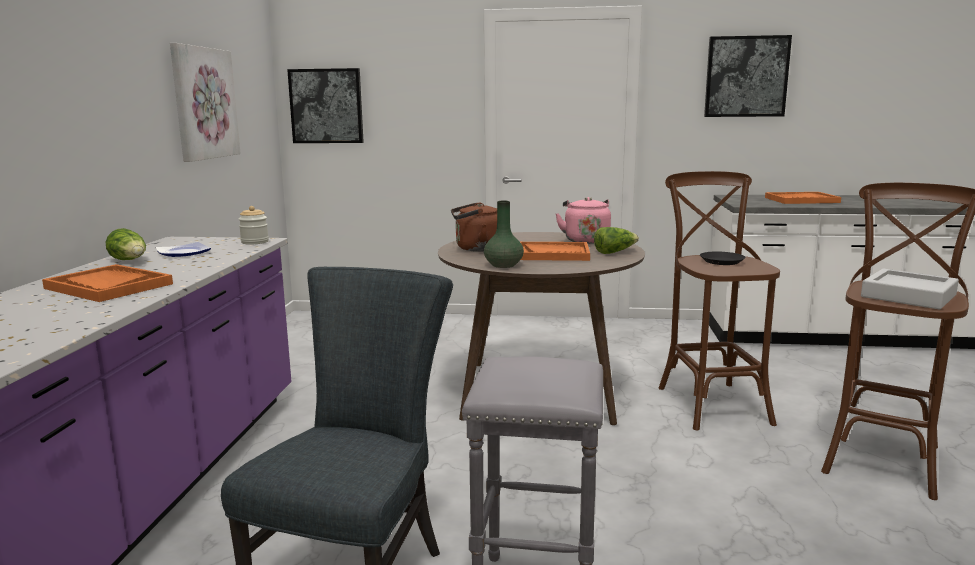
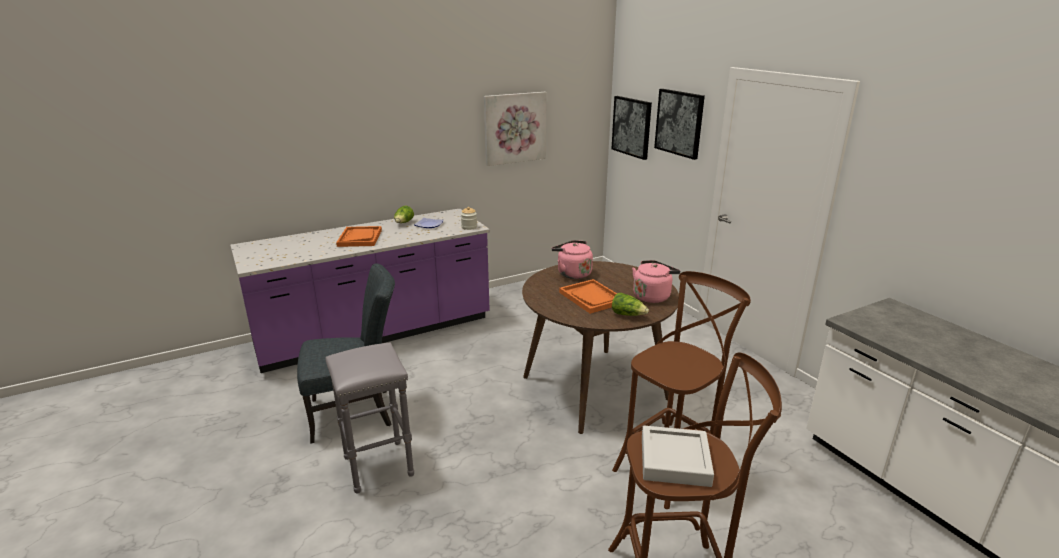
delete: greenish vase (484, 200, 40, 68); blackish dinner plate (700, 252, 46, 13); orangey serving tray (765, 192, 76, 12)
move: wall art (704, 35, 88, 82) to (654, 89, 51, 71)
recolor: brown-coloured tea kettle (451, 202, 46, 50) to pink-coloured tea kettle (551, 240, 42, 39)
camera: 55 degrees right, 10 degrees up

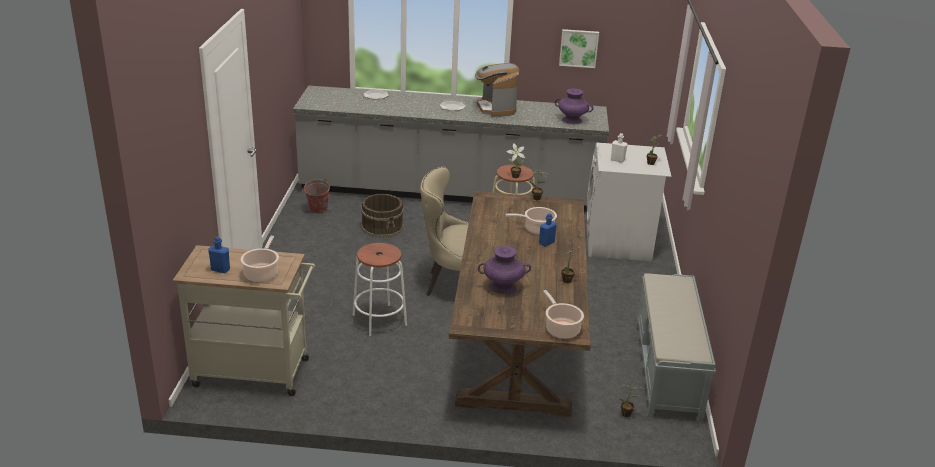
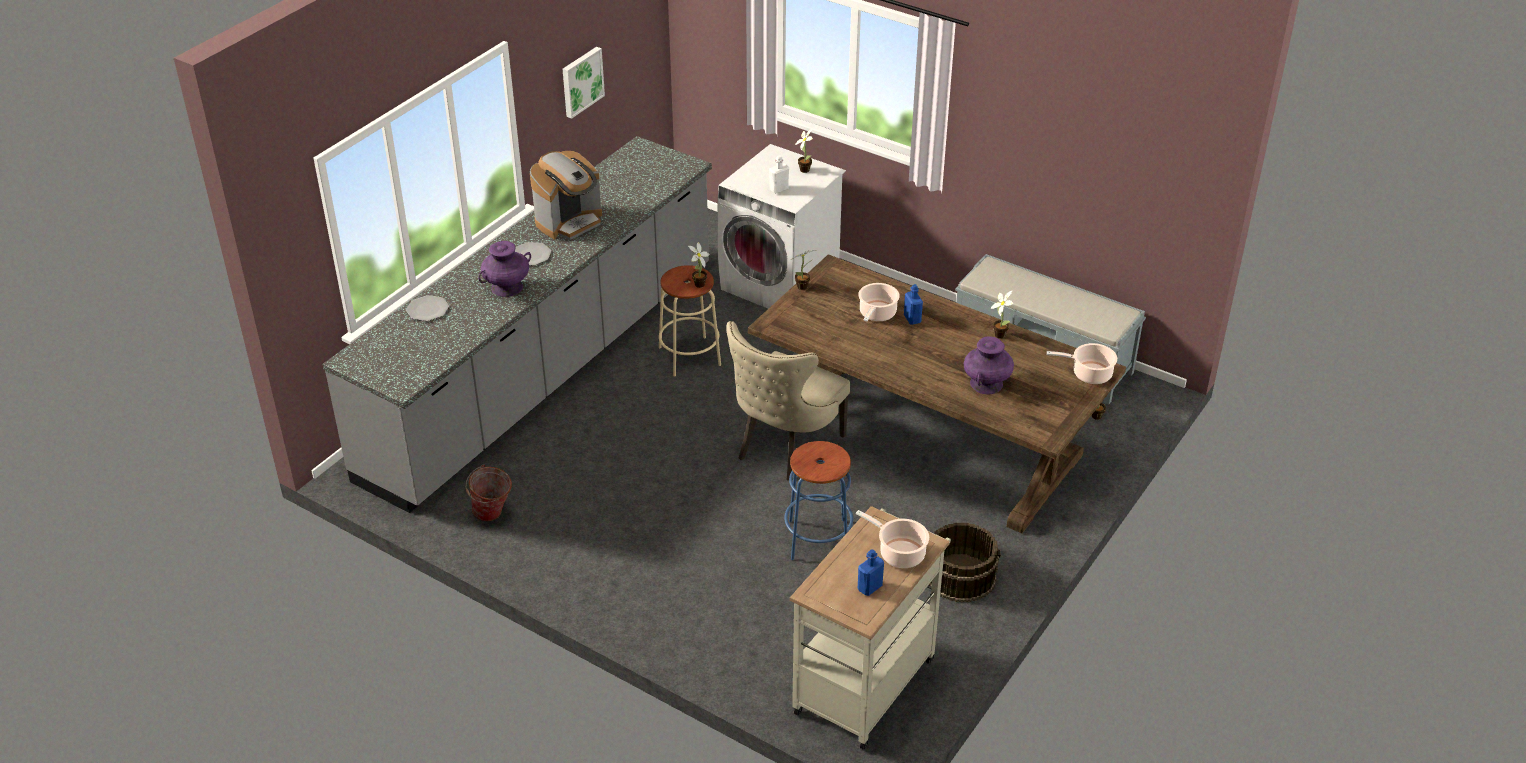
move: brown-coloured bucket (361, 194, 43, 43) to (928, 523, 73, 79); purple vase (555, 89, 38, 35) to (478, 241, 53, 56)
recolor: white-coloured stool seat (353, 243, 54, 93) to bluish stool seat (784, 441, 69, 119)
rotate: coffee brewer (475, 63, 44, 54) = (530, 151, 72, 89) 60 degrees counterclockwise
camera: 60 degrees left, 10 degrees up

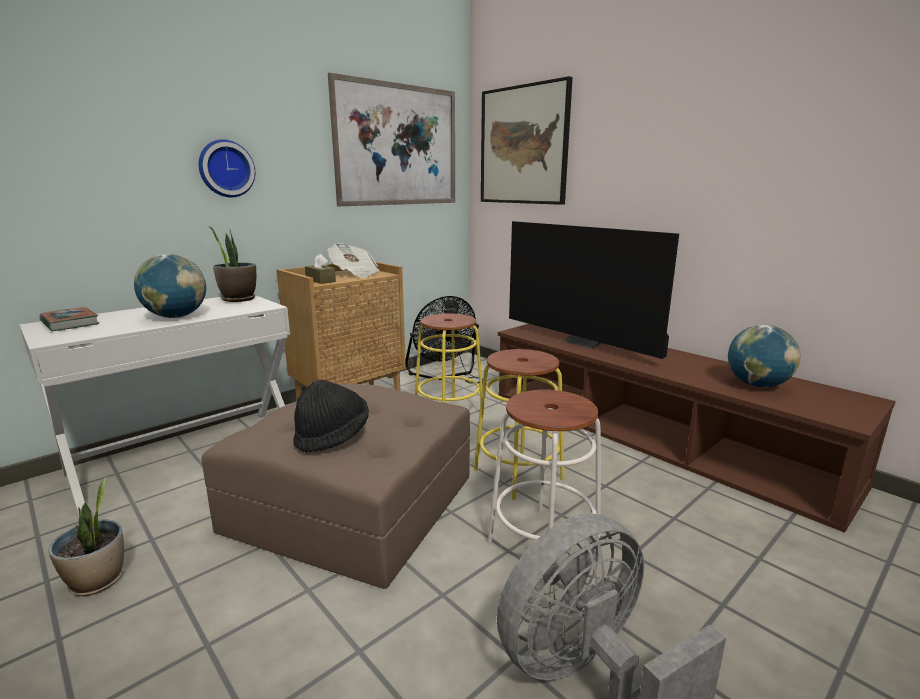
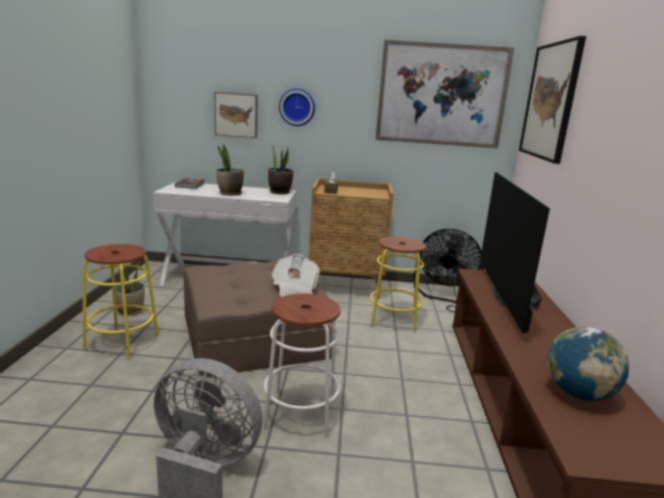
delete: blackish hat (293, 379, 76, 74)
insert: wall art (215, 92, 43, 46)
move: newspaper (327, 243, 53, 35) to (271, 254, 49, 43); yellowish stool seat (474, 349, 90, 151) to (83, 244, 76, 115)
replace: globe (134, 254, 72, 64) to potted plant (216, 144, 28, 51)
camera: 45 degrees right, 0 degrees up

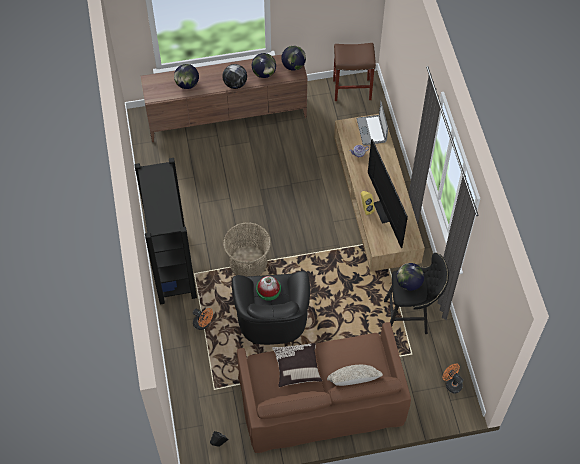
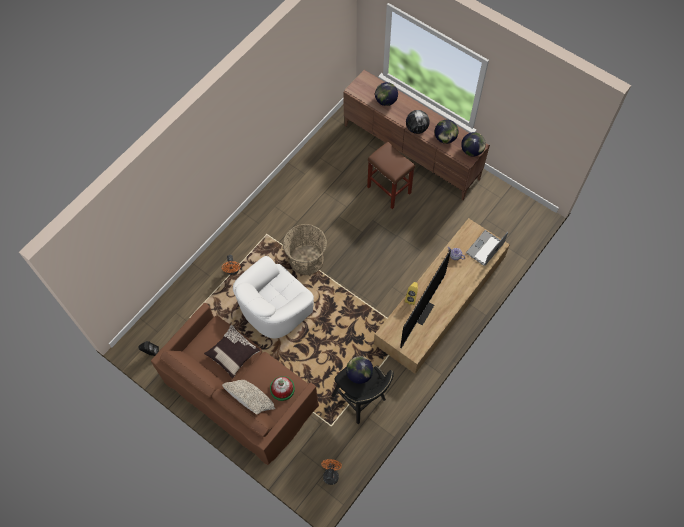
delete: blackish shelving unit (134, 158, 63, 146)
move: hat (256, 276, 25, 25) to (270, 376, 25, 25); brown-coloured stool seat (333, 43, 43, 58) to (367, 142, 48, 67)
recolor: blackish armchair (232, 271, 78, 74) to white-coloured armchair (233, 256, 81, 83)
camera: 50 degrees right, 5 degrees up

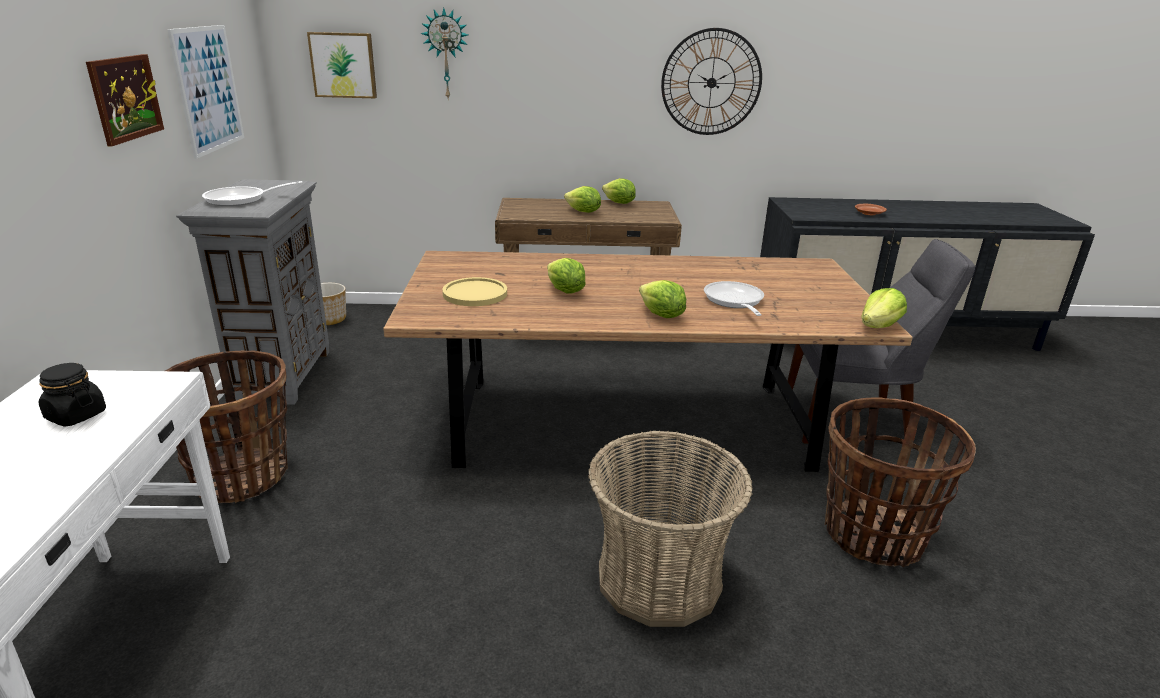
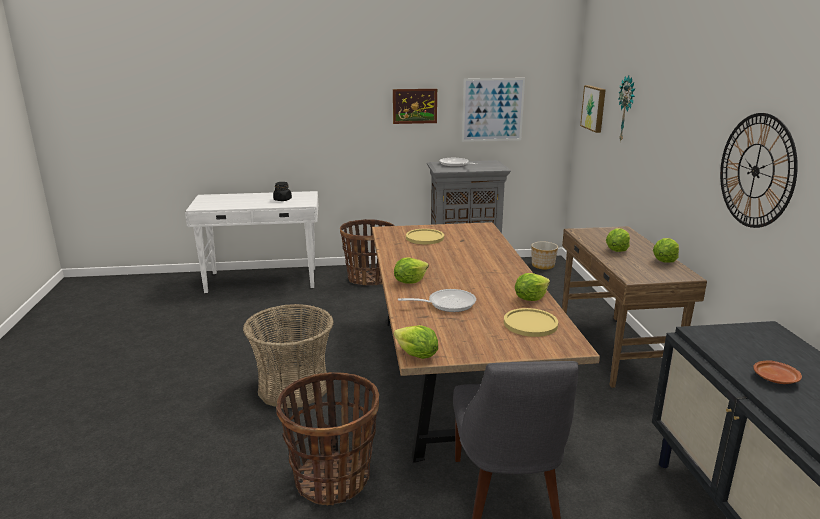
insert: yellowish dinner plate (504, 308, 54, 29)
move: lettuce (547, 258, 39, 35) to (515, 273, 35, 28)
camera: 85 degrees right, 5 degrees down

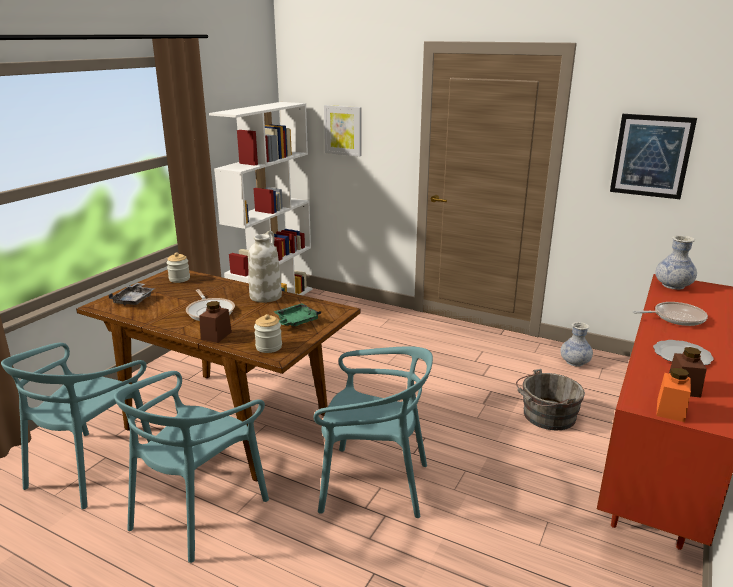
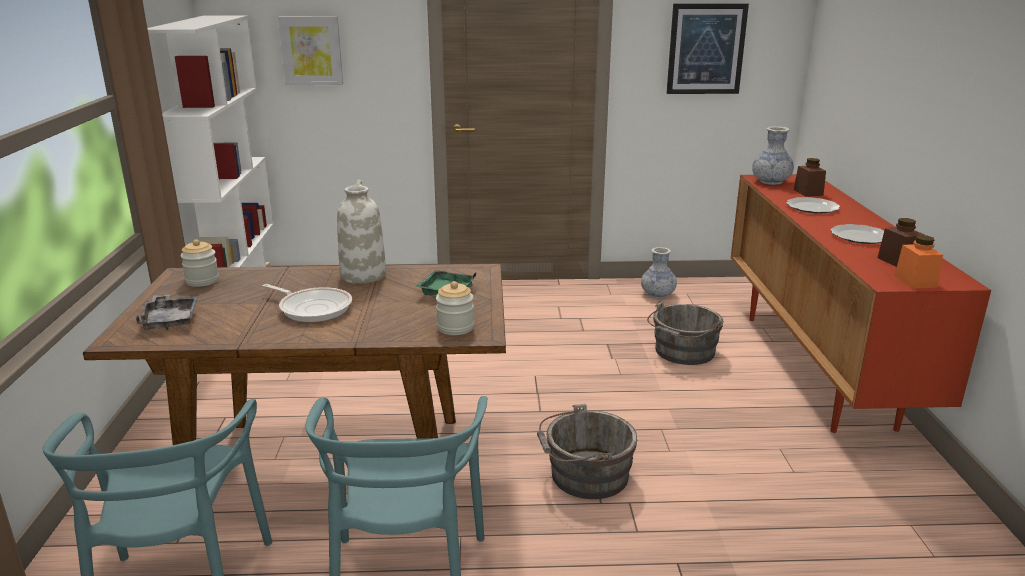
move: brown-coloured jar (199, 301, 33, 42) to (794, 158, 32, 39)
replace: blue-green upright chair (314, 346, 119, 172) to grey bucket (537, 404, 100, 95); skillet (632, 302, 76, 24) to dinner plate (786, 197, 54, 16)
camera: 30 degrees left, 0 degrees up

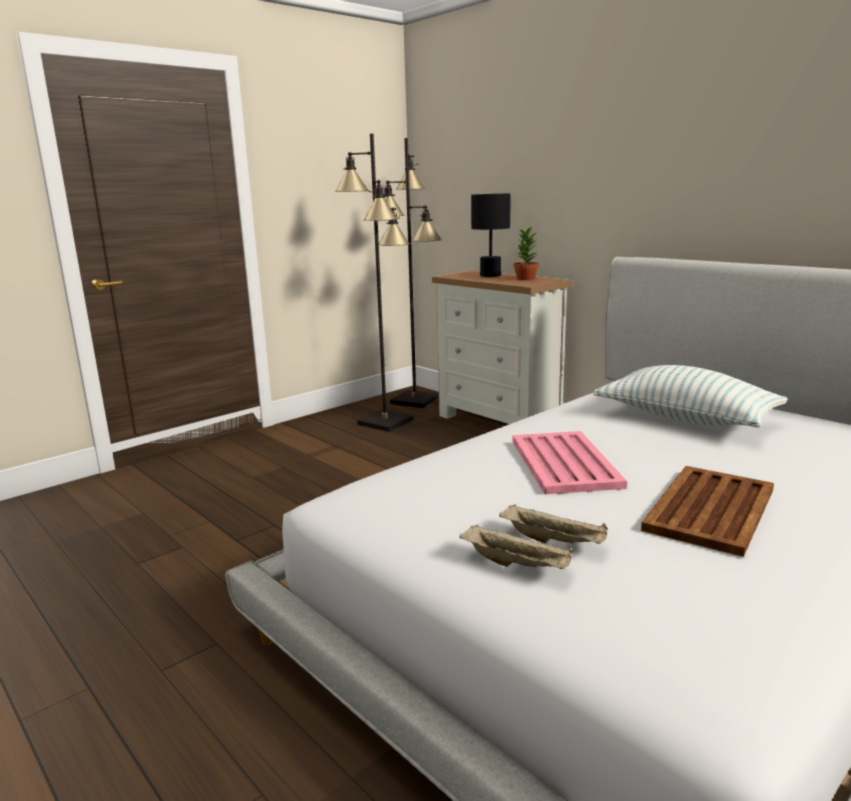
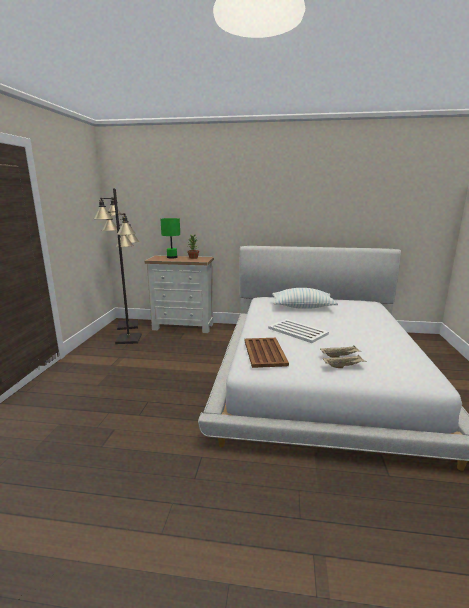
move: brown-coloured serving tray (641, 466, 133, 91) to (245, 338, 44, 30)
recolor: blackish table lamp (471, 194, 39, 83) to greenish table lamp (161, 218, 19, 41); pink-coloured serving tray (512, 431, 115, 63) to white-coloured serving tray (268, 319, 61, 24)
camera: 40 degrees left, 0 degrees up

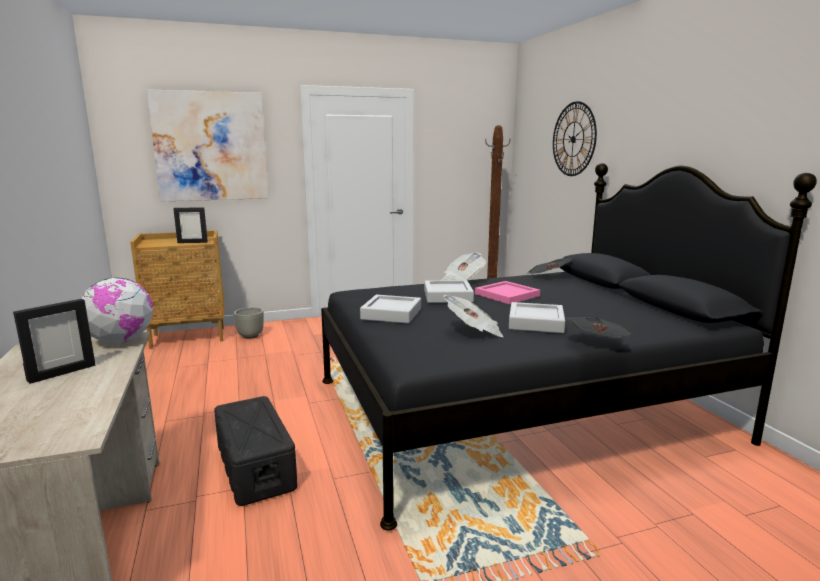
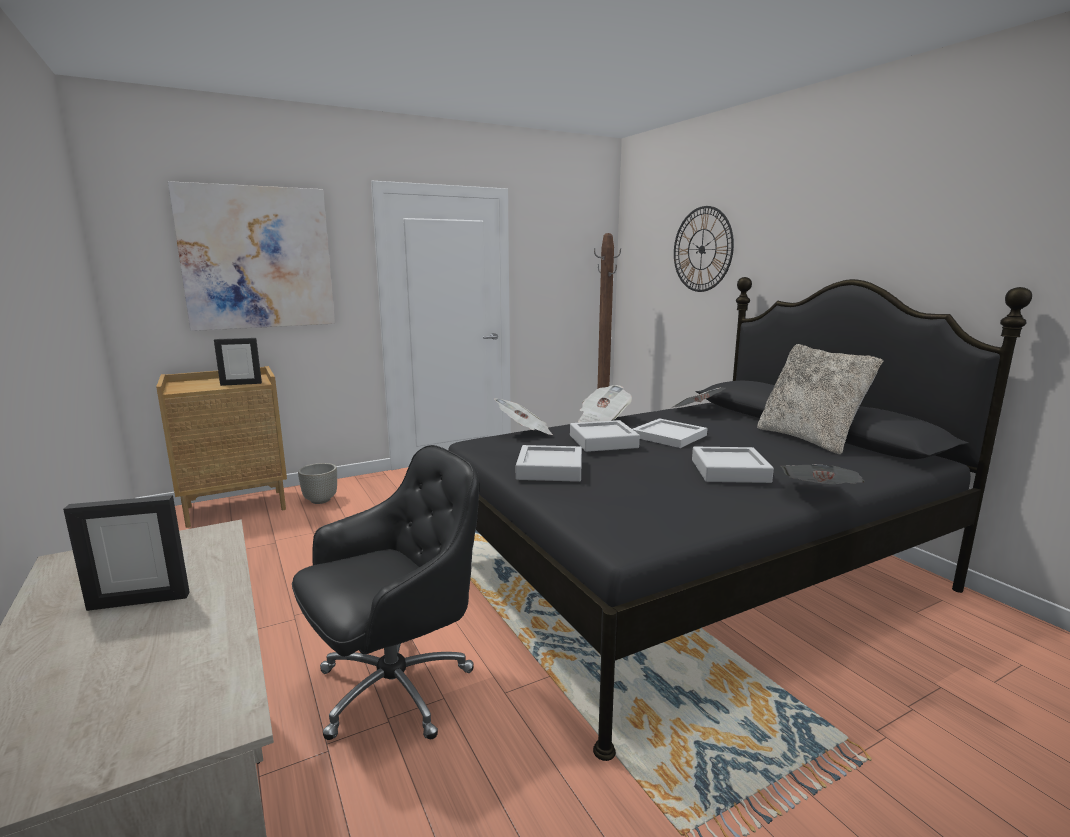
delete: globe (81, 278, 72, 66)
insert: beige-coloured throw pillow (757, 344, 126, 110)
move: newspaper (443, 295, 60, 42) to (494, 398, 59, 37)
replace: blackish storage box (214, 396, 84, 110) to blackish office chair (292, 445, 187, 295)
recolor: pink-coloured serving tray (475, 281, 65, 23) to white-coloured serving tray (632, 418, 76, 30)
rotate: standing frame (13, 299, 83, 85) = (63, 495, 127, 116) 45 degrees clockwise
camera: 10 degrees left, 0 degrees up

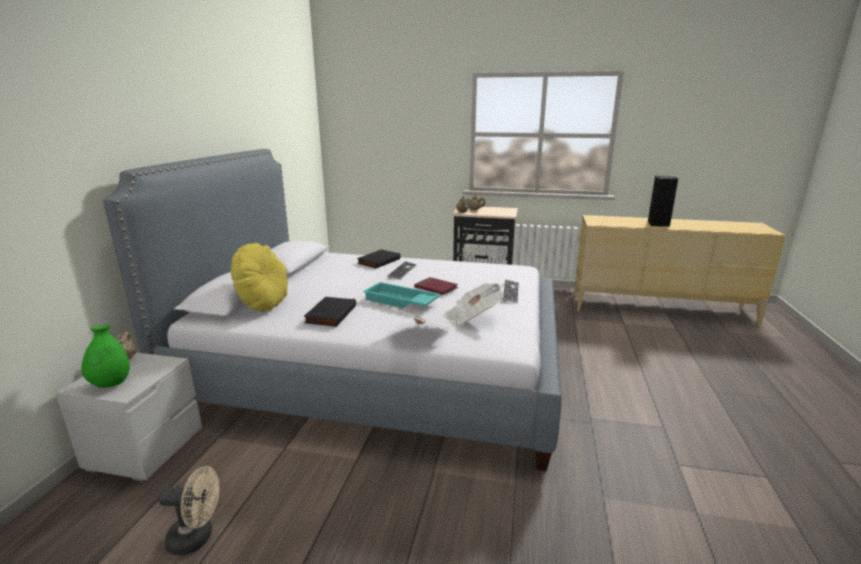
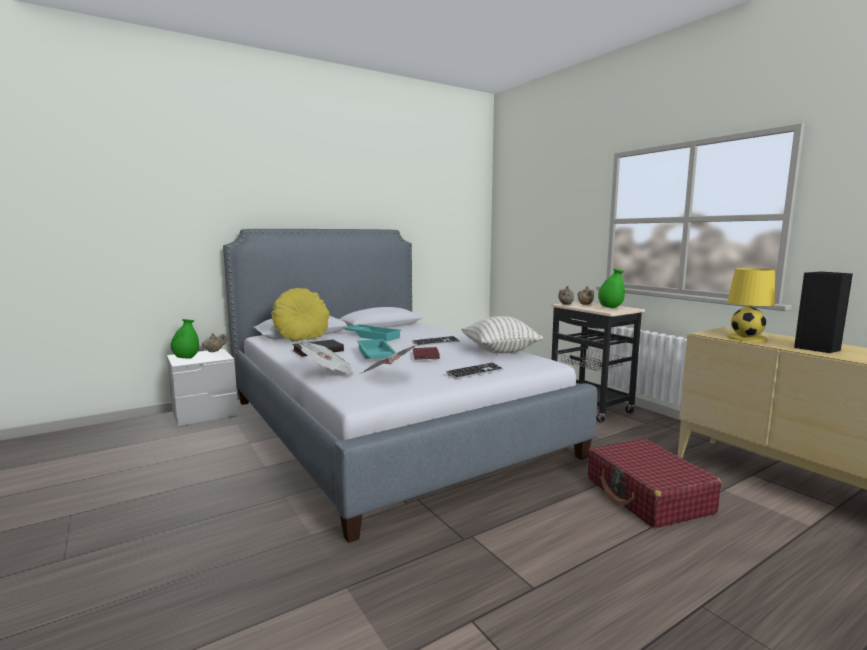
delete: beige-coloured cooling fan (158, 466, 61, 89); blackish bound book (357, 249, 44, 19)
insert: blue-green serving tray (343, 324, 59, 18); throw pillow (461, 316, 82, 37); red-coloured travel case (588, 439, 133, 89); greenish vase (598, 269, 27, 39); yellowish table lamp (727, 268, 48, 74)
camera: 45 degrees right, 10 degrees down

